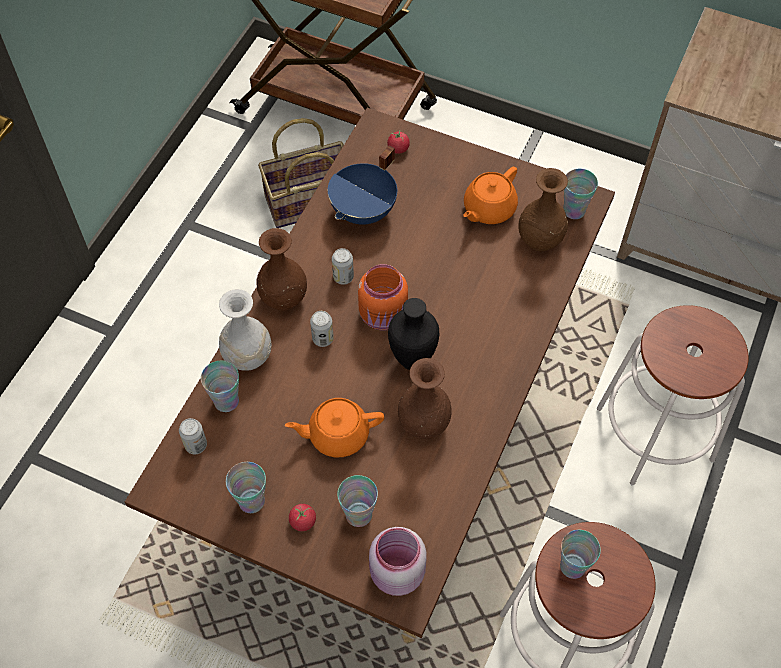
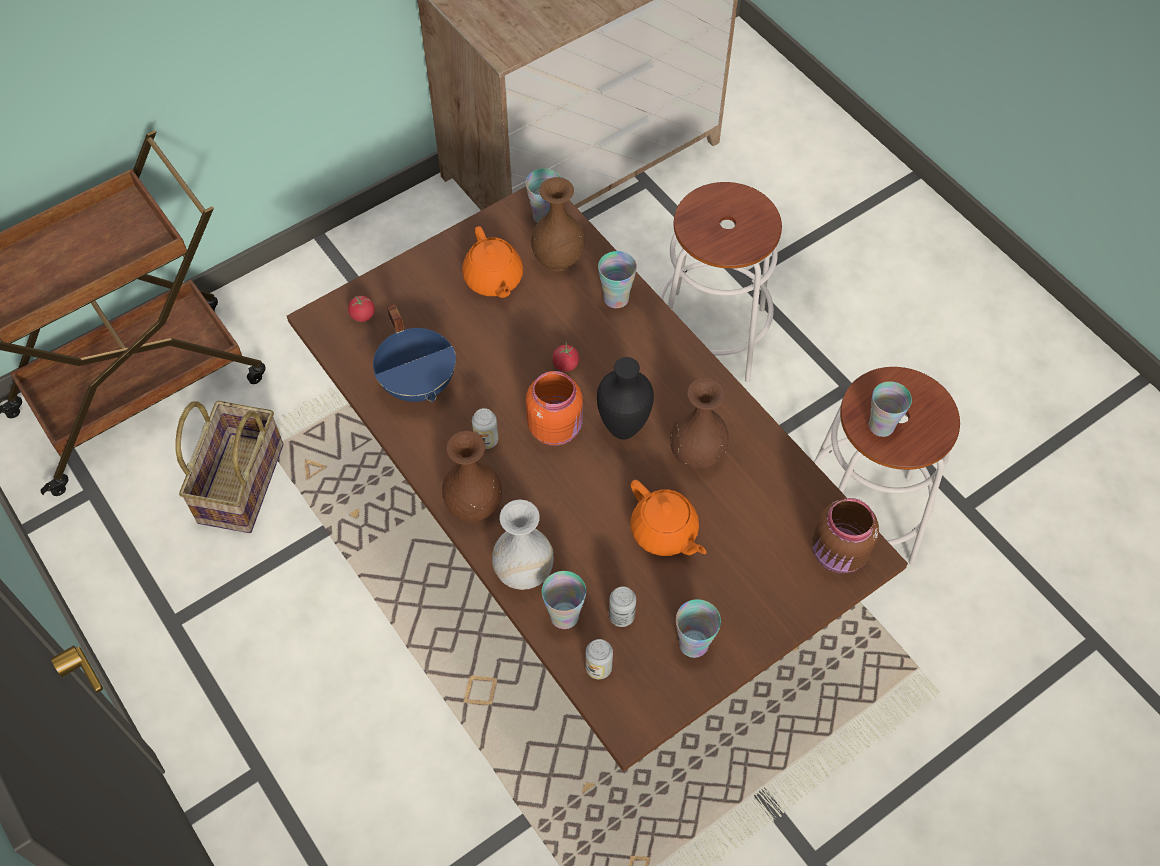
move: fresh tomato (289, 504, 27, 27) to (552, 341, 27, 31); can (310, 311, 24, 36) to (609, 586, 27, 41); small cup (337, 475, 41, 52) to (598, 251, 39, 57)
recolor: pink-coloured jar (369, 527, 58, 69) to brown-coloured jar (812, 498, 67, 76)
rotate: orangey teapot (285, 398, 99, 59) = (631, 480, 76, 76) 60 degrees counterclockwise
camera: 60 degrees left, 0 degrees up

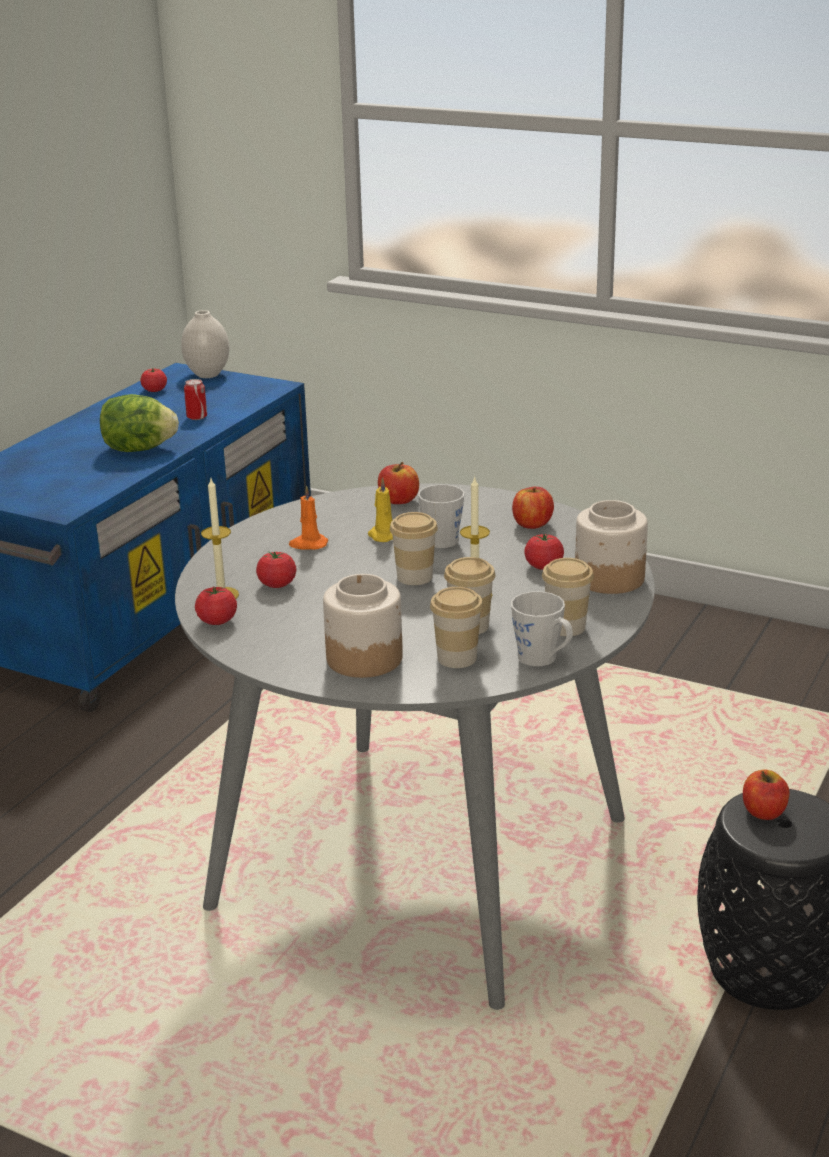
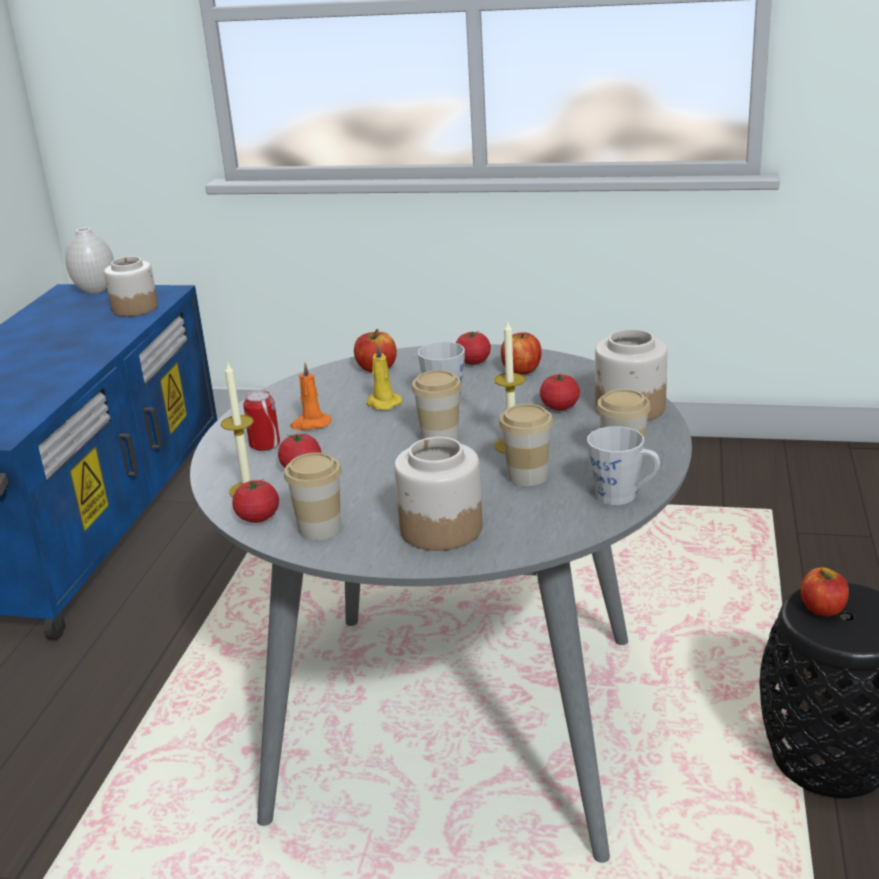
delete: lettuce (100, 394, 79, 58)
insert: jar (104, 256, 54, 61)
move: fresh tomato (140, 368, 27, 24) to (456, 331, 35, 33); can (184, 379, 23, 41) to (243, 390, 37, 61); small cup (430, 587, 53, 81) to (284, 452, 58, 88)
camera: 15 degrees left, 0 degrees up

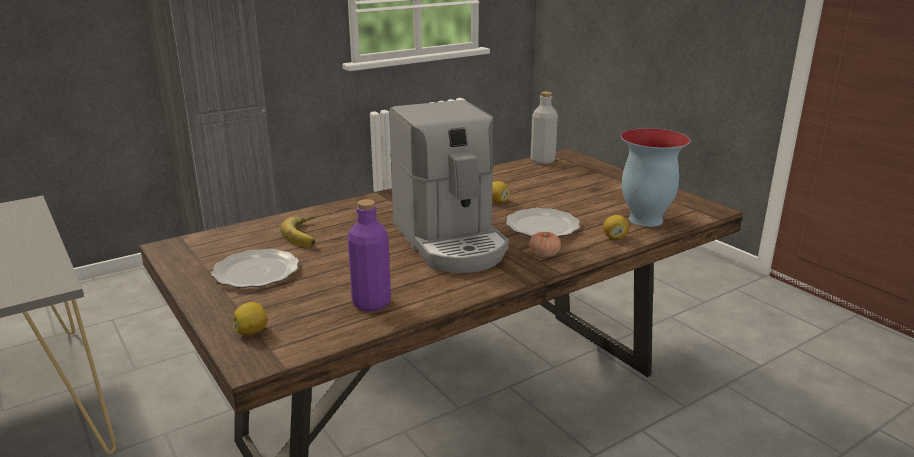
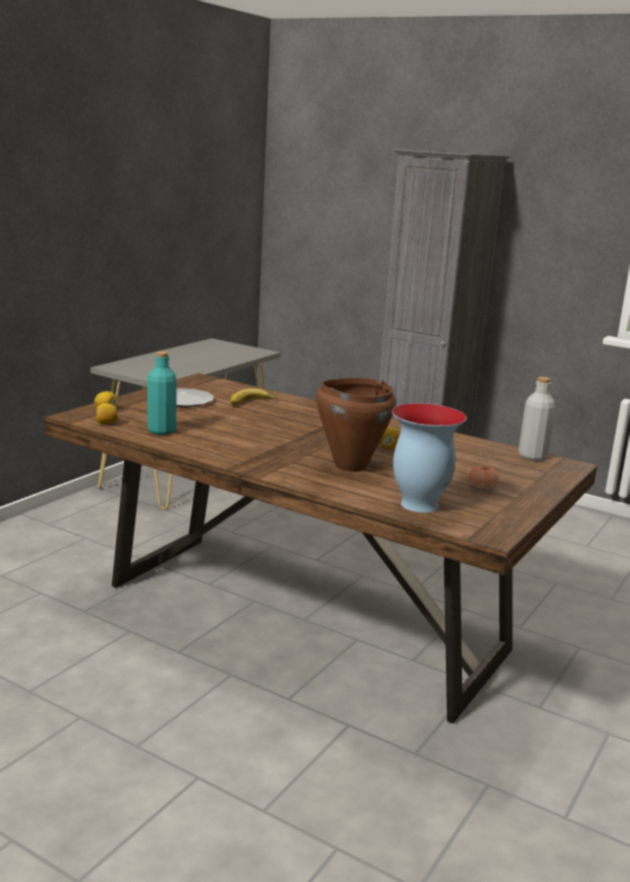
delete: coffee brewer (389, 100, 120, 173)
move: fresh tomato (529, 232, 32, 25) to (469, 466, 30, 23); citrus fruit (603, 215, 26, 25) to (96, 403, 23, 21)
replace: dinner plate (506, 208, 74, 29) to brown-coloured saucepot (316, 378, 80, 94)
recolor: purple drink bottle (348, 199, 43, 113) to blue-green drink bottle (148, 351, 29, 84)
camera: 65 degrees right, 5 degrees down

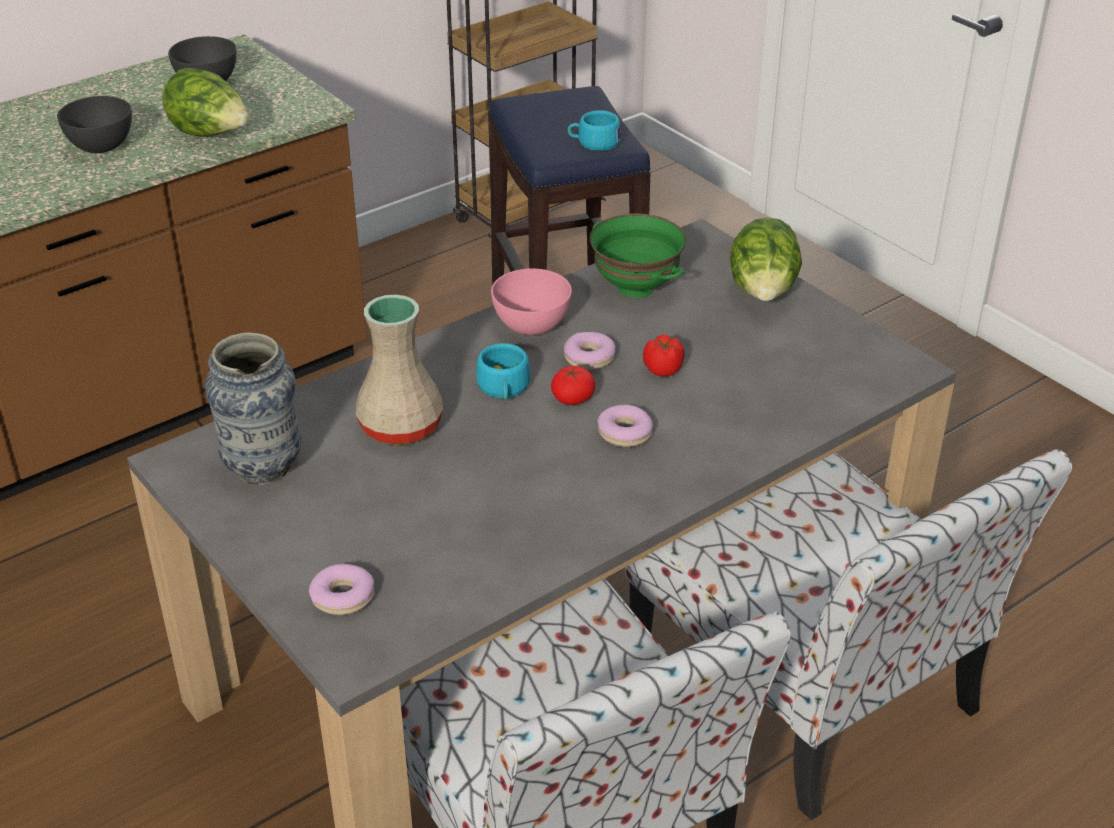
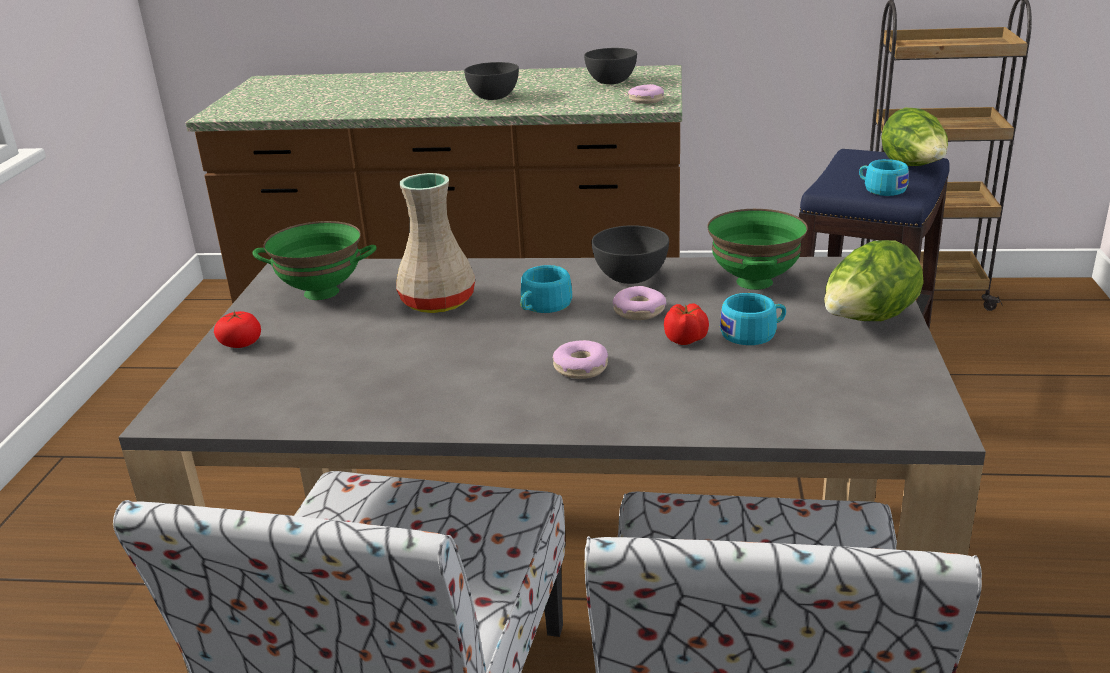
insert: blue-green small cup (720, 293, 66, 52)
move: lettuce (162, 68, 87, 69) to (881, 108, 67, 58); donut (309, 564, 65, 51) to (628, 84, 36, 20); fresh tomato (551, 366, 44, 39) to (214, 311, 47, 37)
replace: vase (205, 332, 96, 153) to greenish deep dish (252, 221, 125, 79)
recolor: pink-coloured deep dish (491, 269, 81, 66) to grey deep dish (591, 225, 78, 59)
camera: 45 degrees right, 10 degrees down

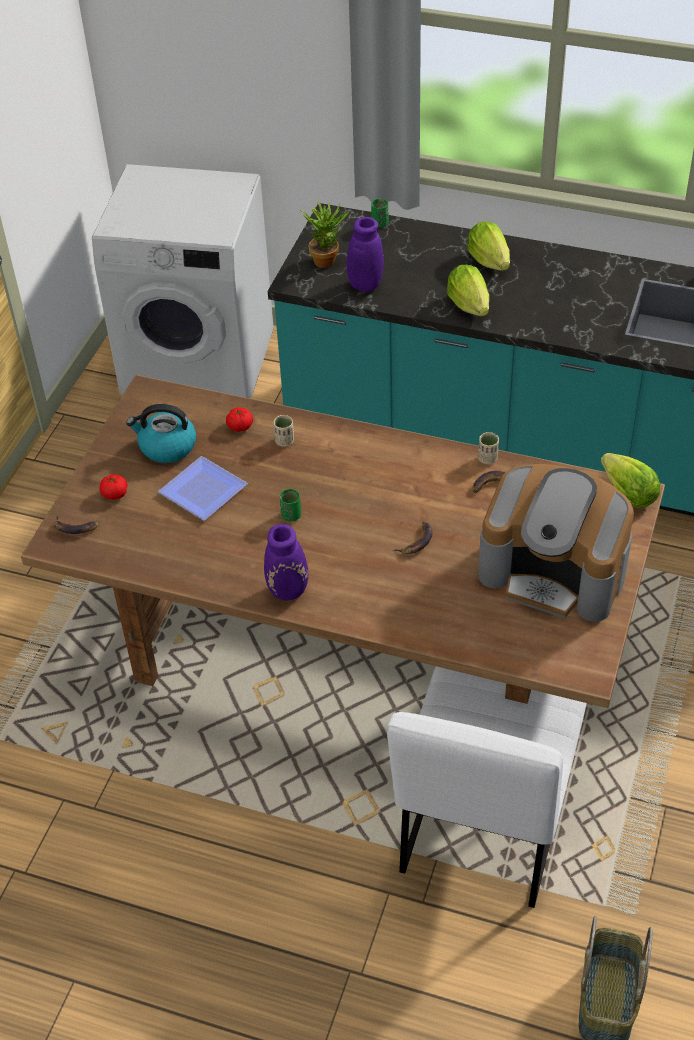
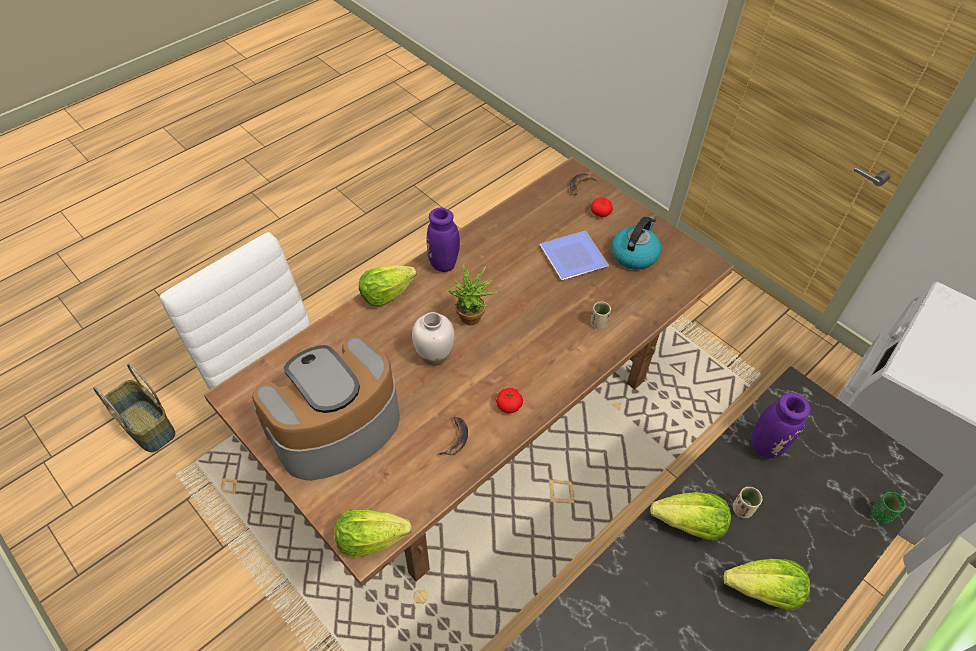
delete: greenish small cup (280, 489, 21, 33)
insert: lettuce (359, 265, 58, 41)
move: fresh tomato (226, 407, 27, 25) to (496, 388, 27, 25); potted plant (299, 202, 50, 66) to (448, 265, 51, 60); beige-coloured small cup (478, 432, 21, 32) to (733, 487, 30, 31)
replace: whole banana (392, 522, 41, 32) to white-coloured vase (412, 312, 43, 54)
camera: 115 degrees right, 5 degrees up

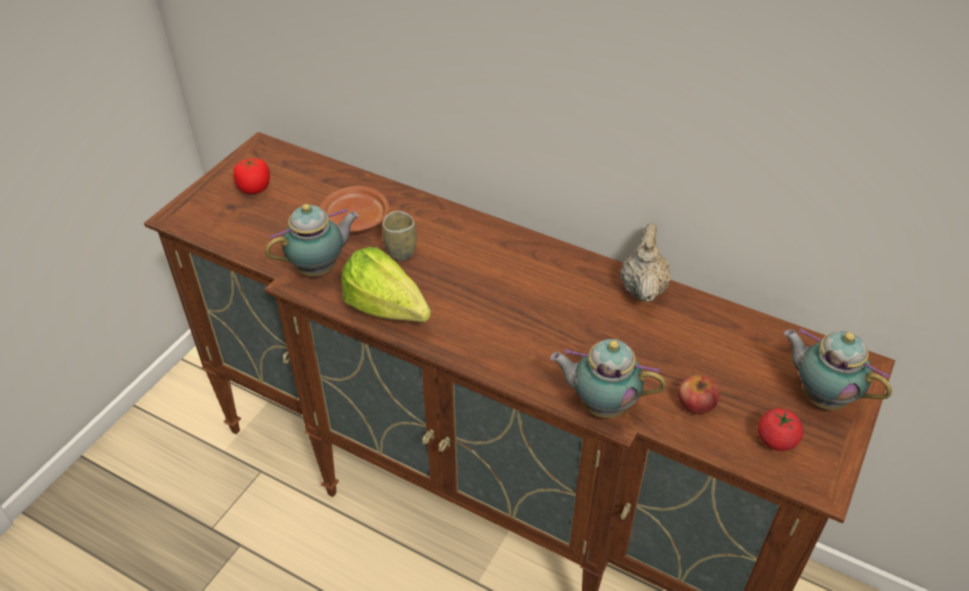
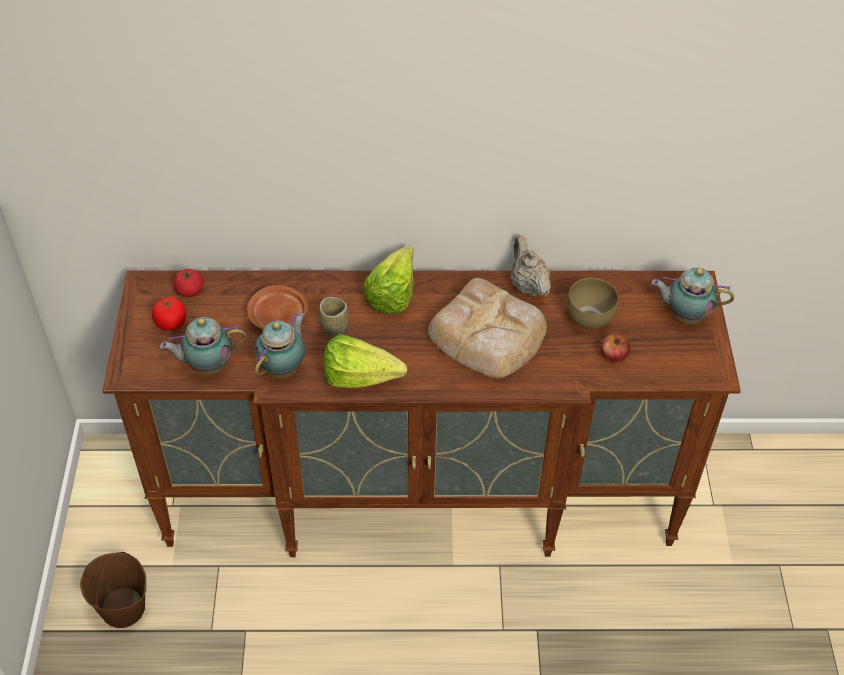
insert: brown-coloured bucket (80, 552, 66, 76); lettuce (363, 245, 50, 69); bakery bread (428, 278, 119, 100); brown-coloured deep dish (566, 278, 52, 51)
move: teapot (550, 339, 116, 79) to (160, 317, 87, 58); fresh tomato (758, 408, 45, 43) to (173, 269, 31, 28)
camera: 30 degrees left, 5 degrees up

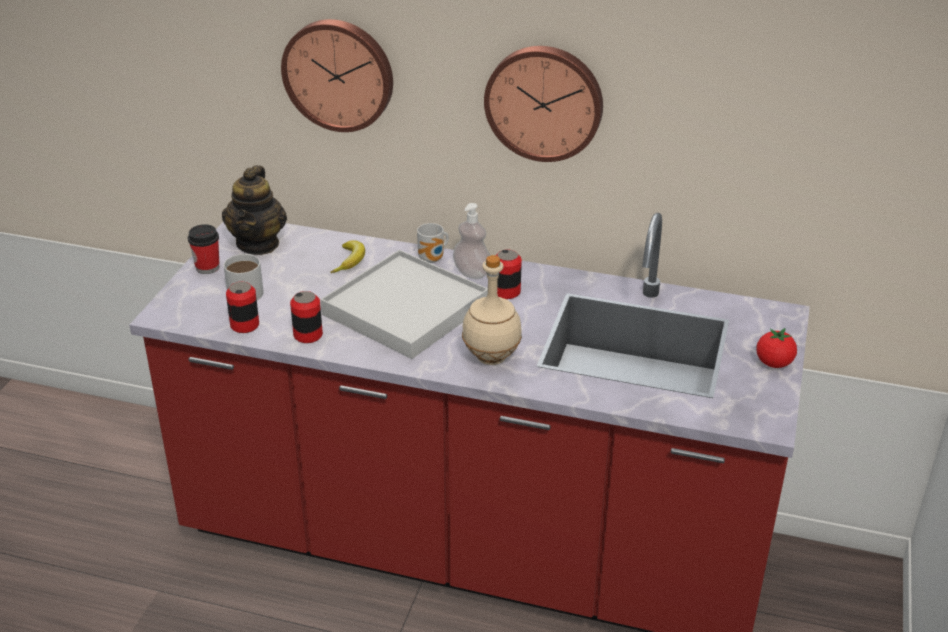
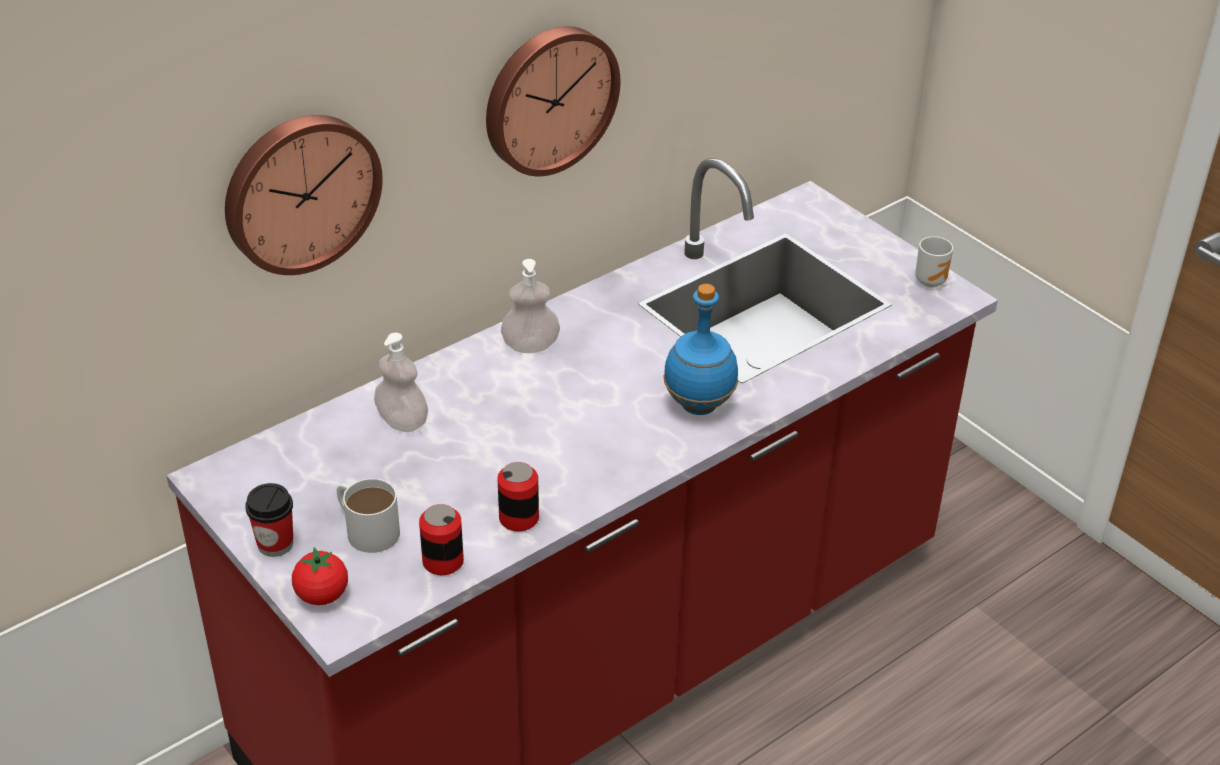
delete: teapot (222, 165, 65, 90); white-coloured serving tray (321, 250, 167, 109); can (496, 250, 26, 49)
move: mug (417, 223, 32, 40) to (915, 236, 38, 51); fresh tomato (756, 328, 41, 40) to (292, 547, 56, 58)
replace: whole banana (330, 240, 35, 33) to liquid soap bottle (374, 333, 54, 99)
recolor: beige-coloured drink bottle (462, 255, 60, 110) to bluish drink bottle (664, 284, 74, 131)
camera: 55 degrees left, 5 degrees up

